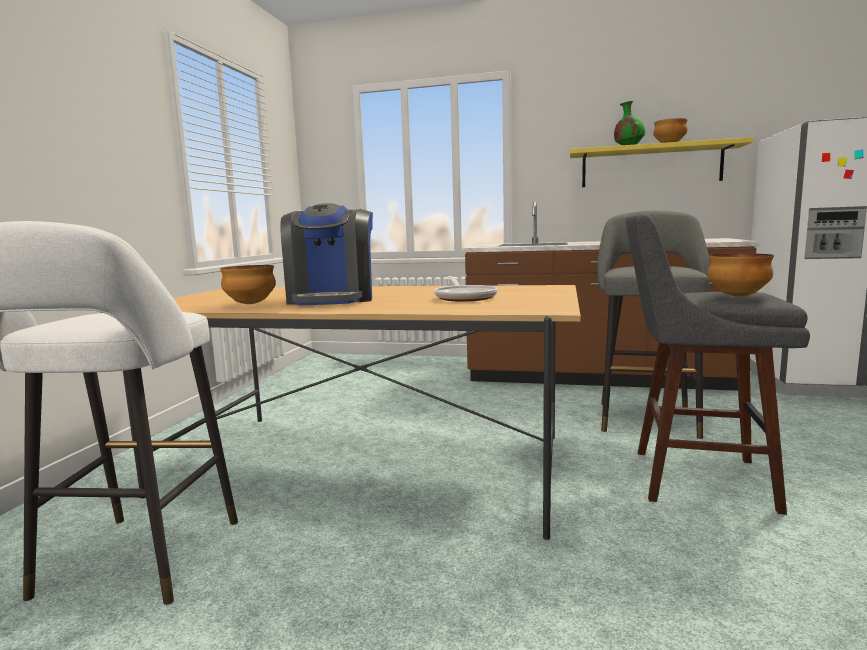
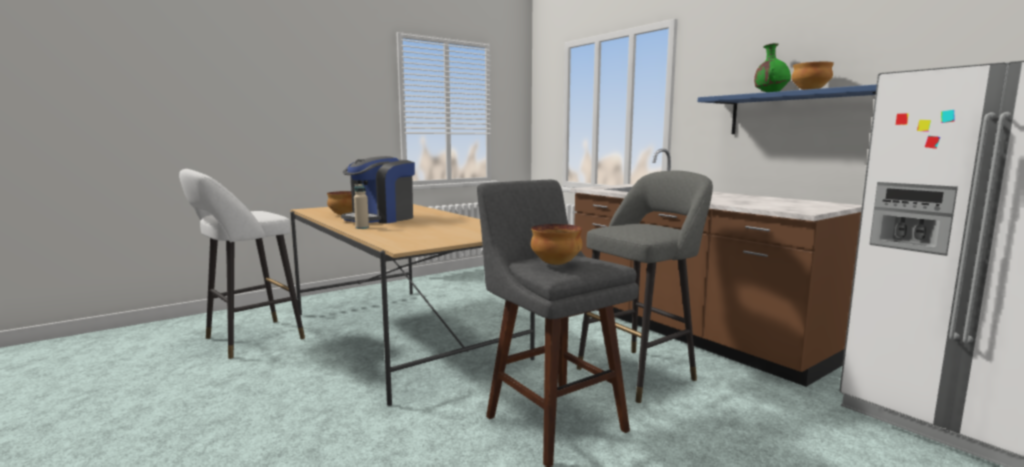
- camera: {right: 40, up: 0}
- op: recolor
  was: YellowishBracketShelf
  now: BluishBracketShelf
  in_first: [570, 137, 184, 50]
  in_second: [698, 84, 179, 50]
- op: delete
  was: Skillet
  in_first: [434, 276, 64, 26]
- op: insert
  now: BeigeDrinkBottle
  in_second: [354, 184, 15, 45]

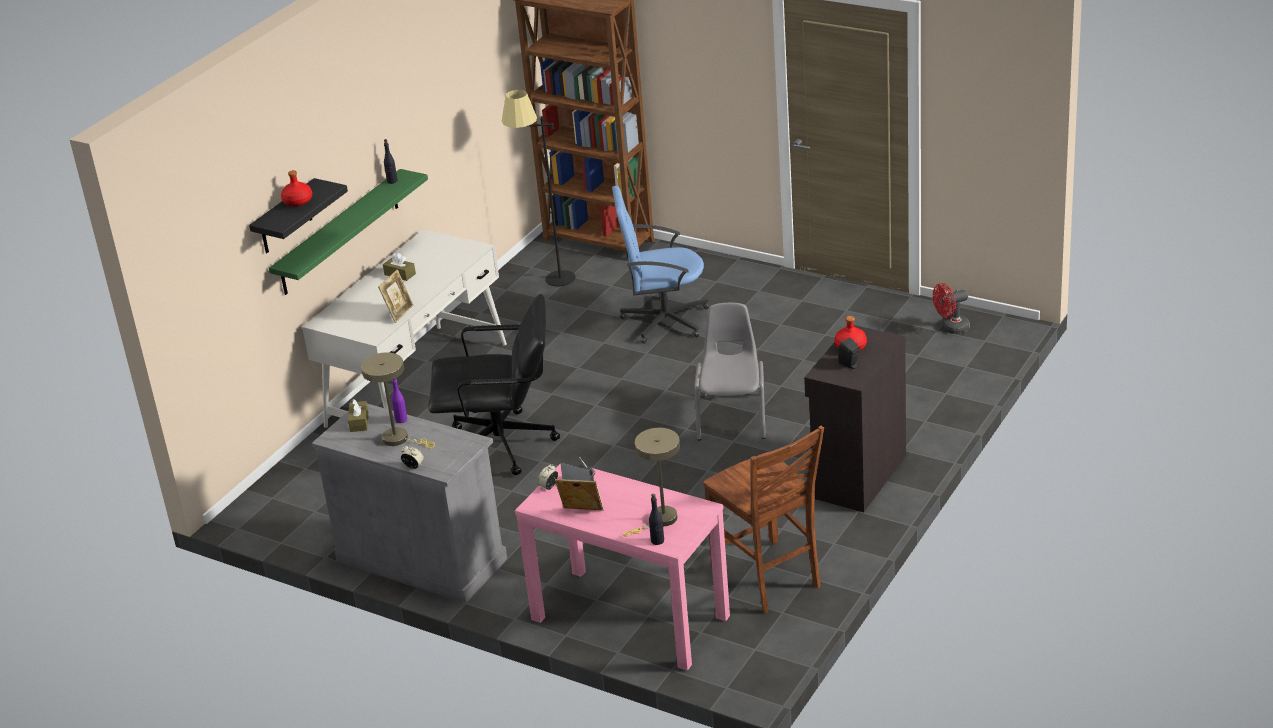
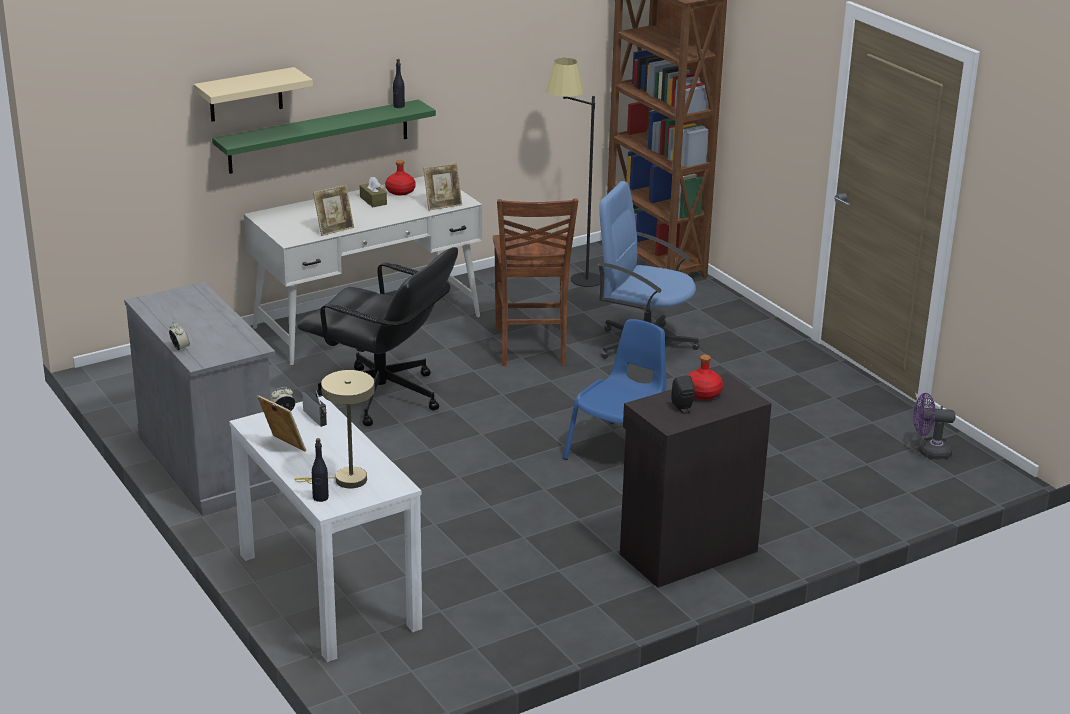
- camera: {right: 25, up: -5}
- op: move
  was: RedColouredDrinkBottle
  in_first: [281, 170, 31, 37]
  in_second: [385, 160, 31, 35]
- op: recolor
  was: BlackishBracketShelf
  now: BeigeBracketShelf
  in_first: [249, 178, 99, 75]
  in_second: [194, 67, 119, 54]
- op: recolor
  was: RedColouredFan
  now: PurplishFan
  in_first: [933, 283, 37, 51]
  in_second: [913, 393, 42, 67]
- op: recolor
  was: GreyChair
  now: BluishChair
  in_first: [695, 303, 71, 137]
  in_second: [563, 319, 104, 141]
- op: delete
  was: BeigeLampForATable
  in_first: [361, 353, 74, 96]
- op: delete
  was: PurplishDrinkBottle
  in_first: [392, 378, 15, 45]
- op: delete
  was: BrownishBoxOfTissues
  in_first: [348, 399, 21, 33]
- op: move
  was: BrownishChair
  in_first: [703, 426, 121, 187]
  in_second: [493, 198, 85, 168]
- op: recolor
  was: PinkishNarrowTable
  now: WhiteColouredNarrowTable
  in_first: [515, 463, 215, 208]
  in_second: [229, 396, 193, 266]
- op: insert
  now: PhotoFrame
  in_second: [423, 163, 39, 48]

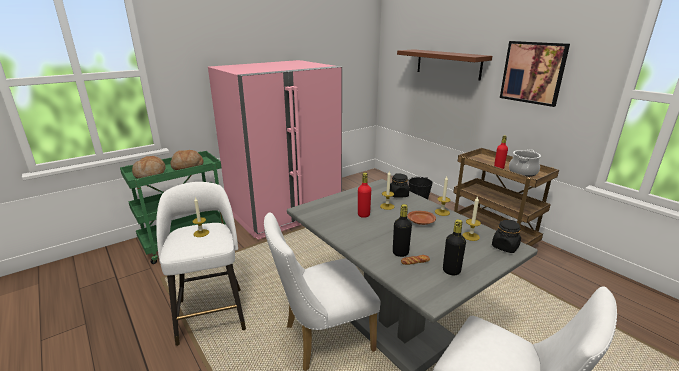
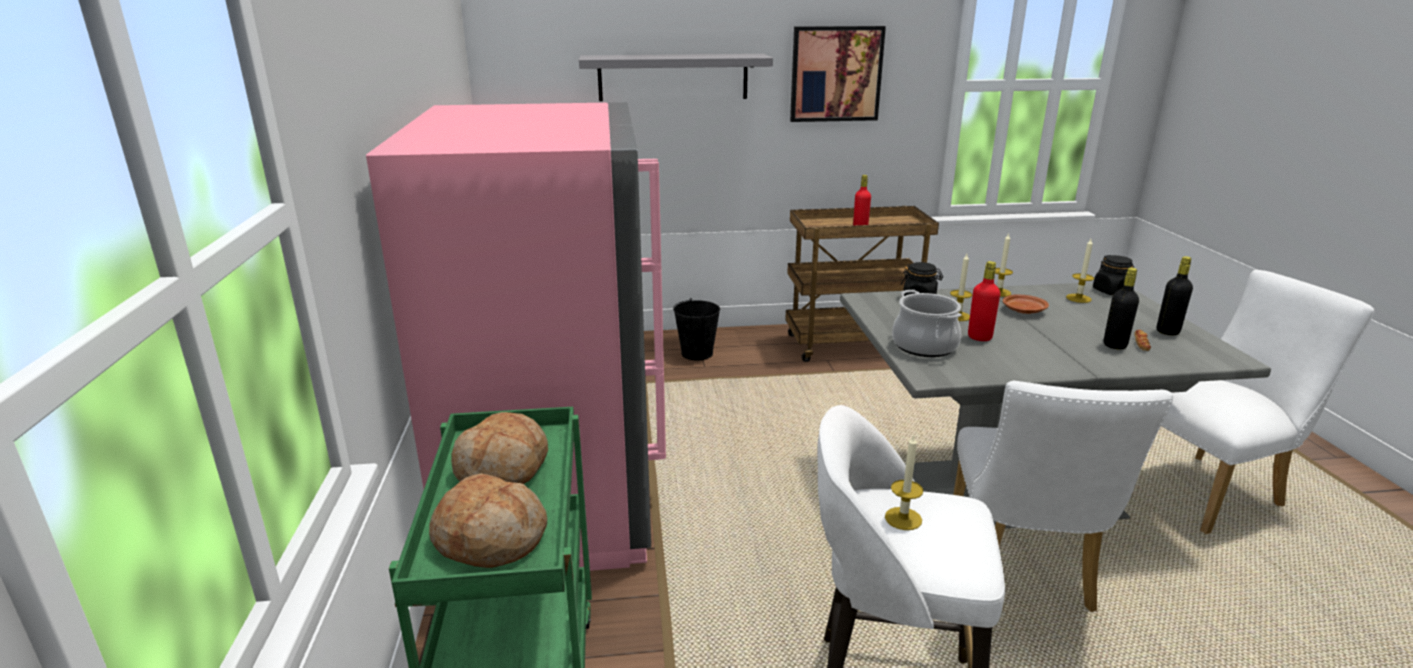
- camera: {right: -60, up: 0}
- op: recolor
  was: BrownishBracketShelf
  now: GreyBracketShelf
  in_first: [397, 49, 95, 32]
  in_second: [579, 54, 194, 47]
- op: move
  was: CookingPot
  in_first: [509, 149, 32, 28]
  in_second: [892, 290, 70, 67]

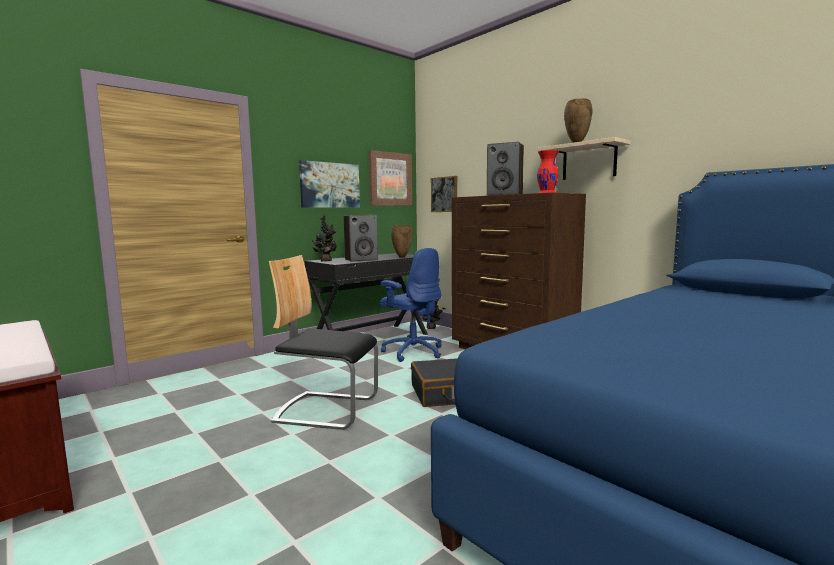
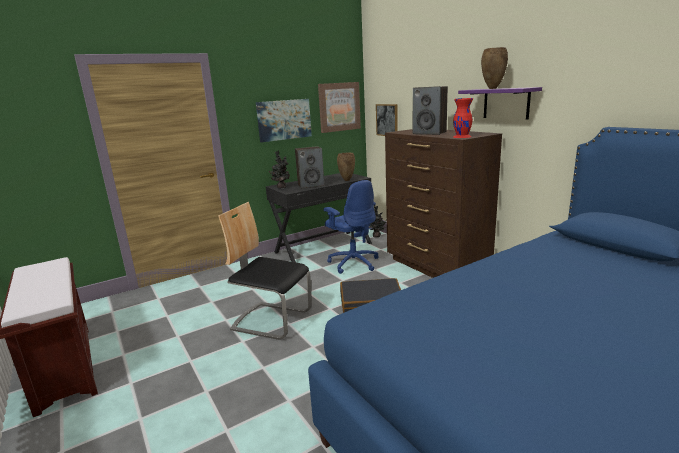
- camera: {right: 10, up: 10}
- op: recolor
  was: BeigeBracketShelf
  now: PurplishBracketShelf
  in_first: [538, 137, 92, 43]
  in_second: [458, 87, 84, 32]

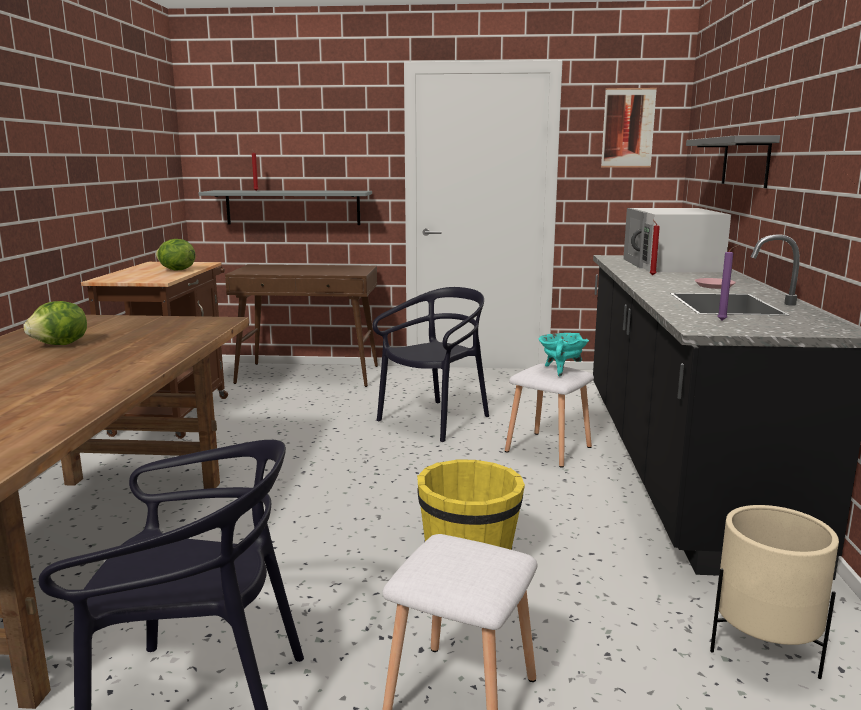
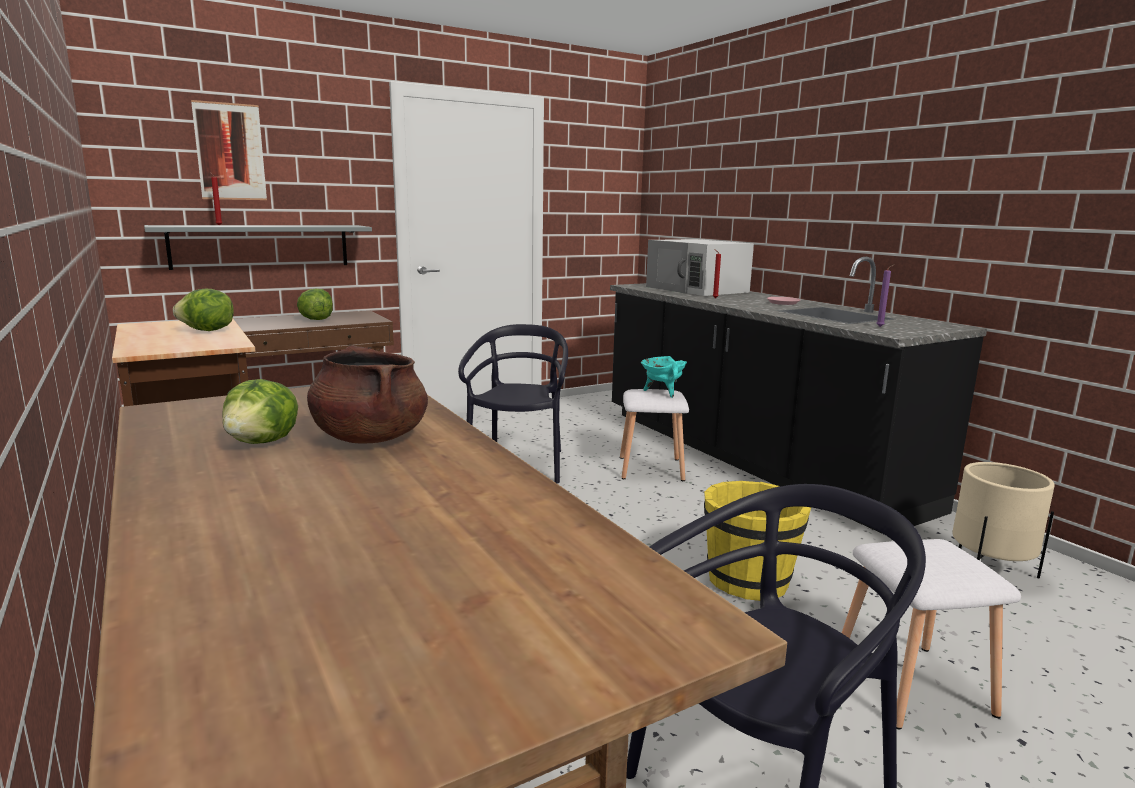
- camera: {right: -35, up: 0}
- op: move
  was: WallPicture
  in_first: [601, 88, 56, 79]
  in_second: [191, 100, 76, 100]
- op: delete
  was: GreyBracketShelf
  in_first: [686, 135, 94, 53]
- op: insert
  now: LettuceHead
  in_second: [297, 289, 36, 31]
- op: insert
  now: BrownishCookingPot
  in_second: [307, 345, 121, 99]

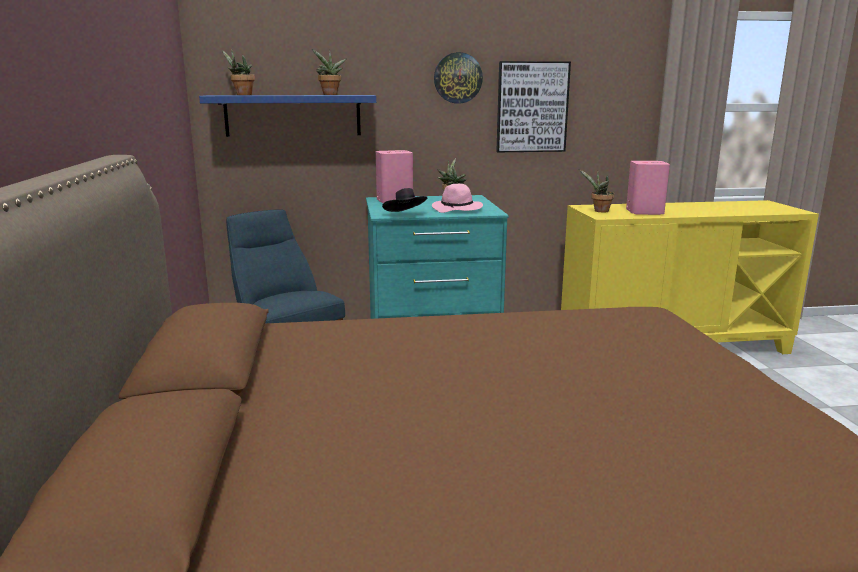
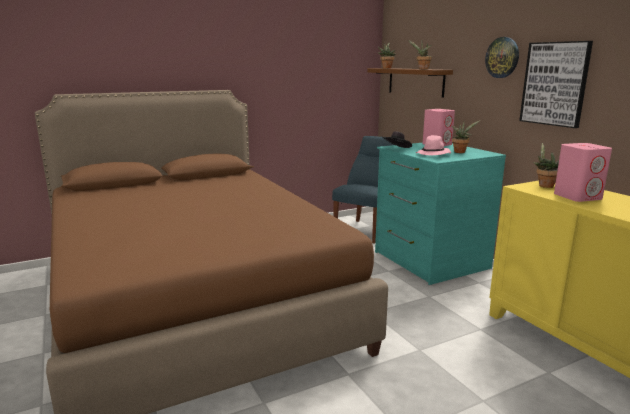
- camera: {right: 70, up: 0}
- op: recolor
  was: BluishBracketShelf
  now: BrownishBracketShelf
  in_first: [199, 95, 177, 42]
  in_second: [367, 68, 86, 30]

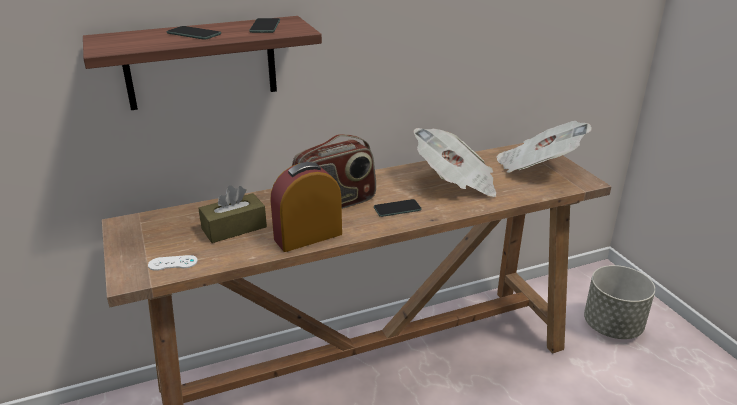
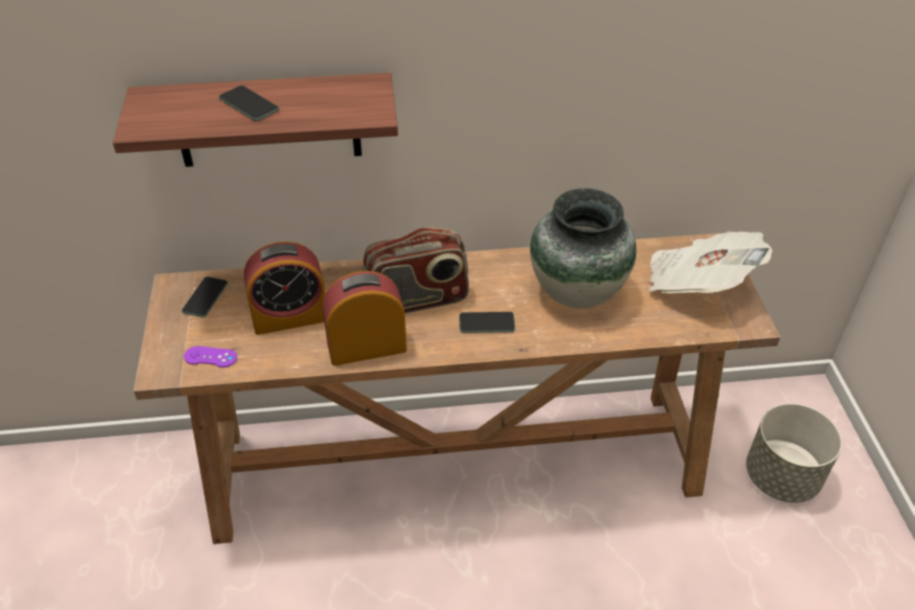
- camera: {right: 15, up: 15}
- op: move
  was: Phone
  in_first: [249, 18, 31, 15]
  in_second: [182, 277, 46, 40]
- op: replace
  was: DailyPaper
  now: DecorativeVase
  in_first: [414, 128, 82, 69]
  in_second: [530, 188, 106, 121]
- op: replace
  was: BrownishBoxOfTissues
  now: TableClock
  in_first: [198, 185, 69, 58]
  in_second: [244, 242, 81, 93]
- op: recolor
  was: WhiteColouredJoypad
  now: PurplishJoypad
  in_first: [148, 255, 50, 16]
  in_second: [184, 346, 53, 22]

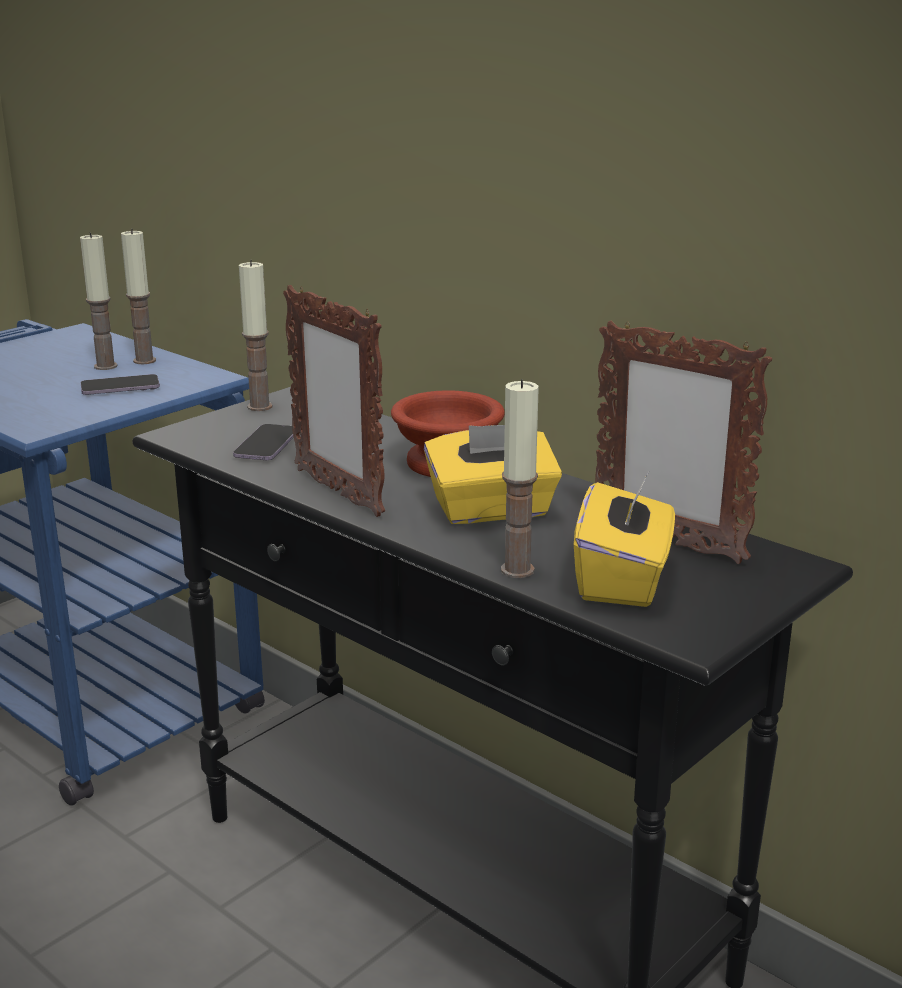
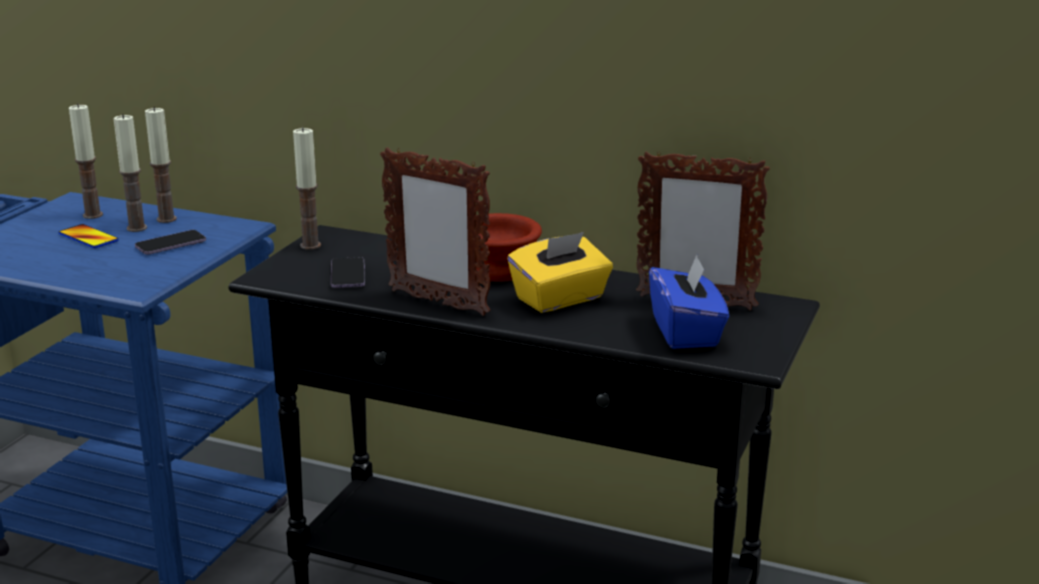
- camera: {right: -20, up: 0}
- op: move
  was: WaxLight
  in_first: [501, 379, 38, 199]
  in_second: [69, 103, 34, 116]
- op: recolor
  was: YellowishBoxOfTissues
  now: BluishBoxOfTissues
  in_first: [574, 472, 101, 135]
  in_second: [649, 255, 80, 94]
- op: insert
  now: Phone
  in_second: [59, 224, 60, 24]

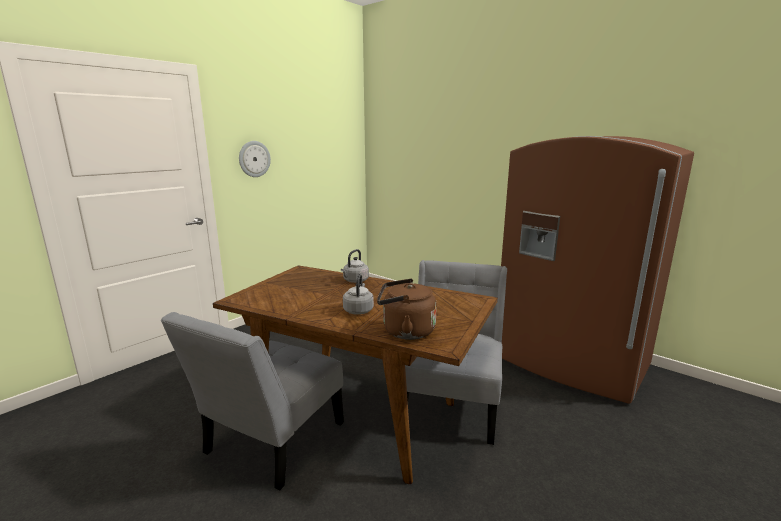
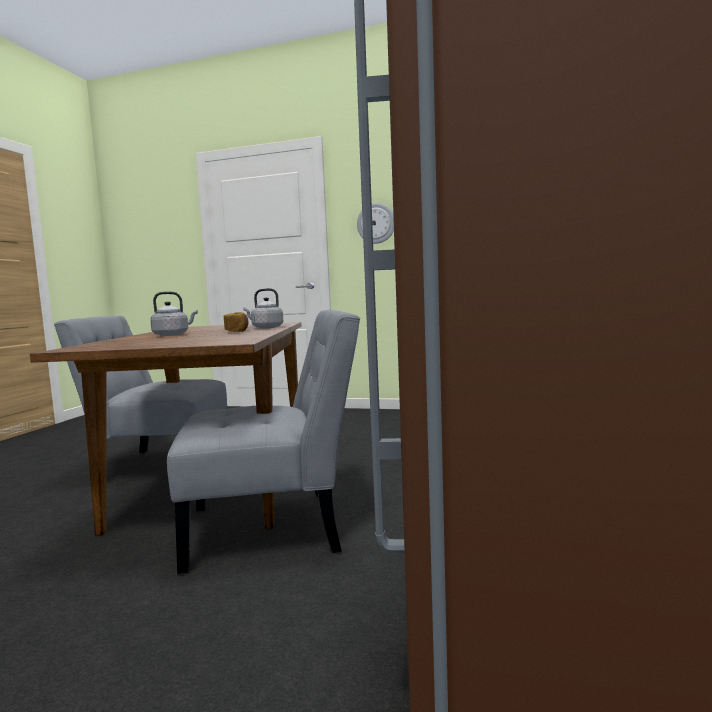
- camera: {right: 65, up: -10}
- op: delete
  was: BrownishWaterKettle
  in_first: [377, 279, 60, 61]
- op: insert
  now: BakeryBread
  in_second: [224, 312, 25, 20]

